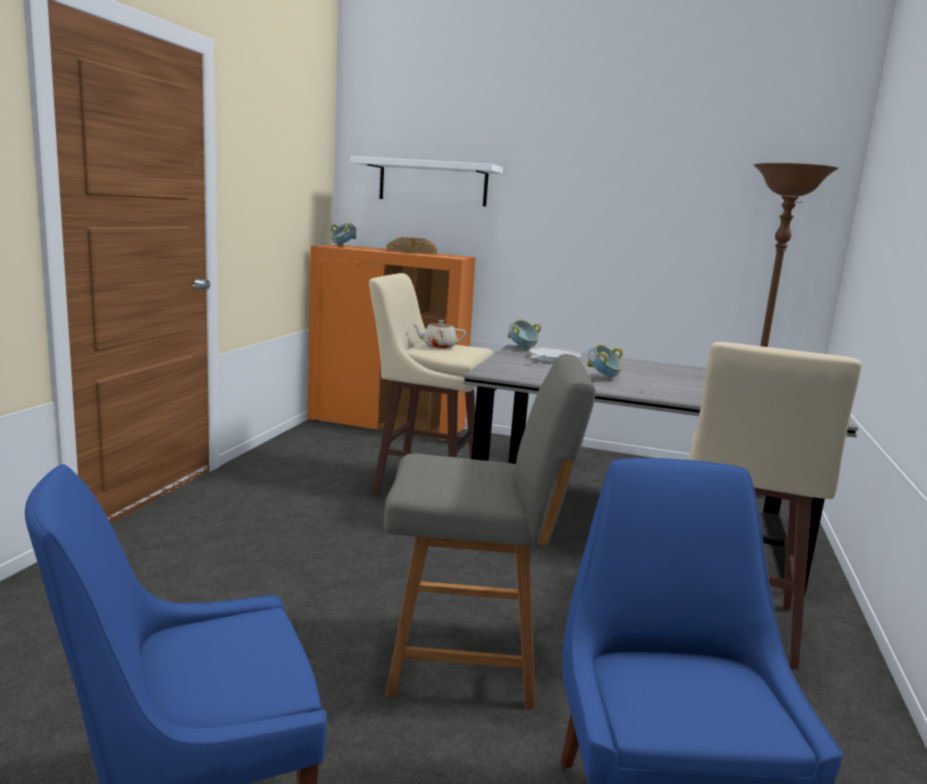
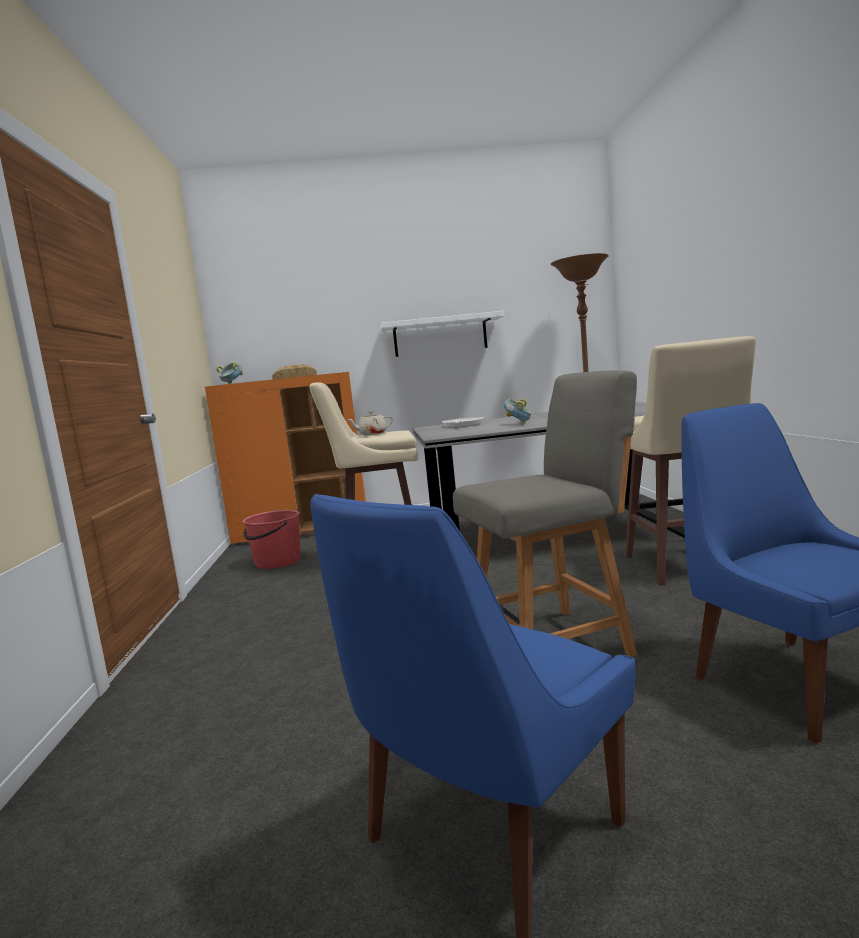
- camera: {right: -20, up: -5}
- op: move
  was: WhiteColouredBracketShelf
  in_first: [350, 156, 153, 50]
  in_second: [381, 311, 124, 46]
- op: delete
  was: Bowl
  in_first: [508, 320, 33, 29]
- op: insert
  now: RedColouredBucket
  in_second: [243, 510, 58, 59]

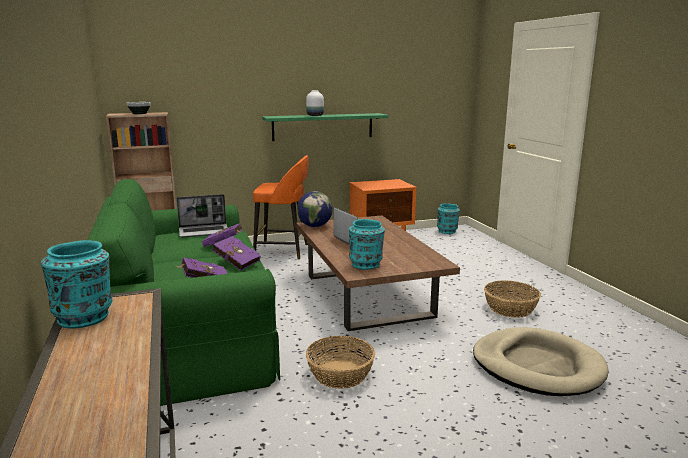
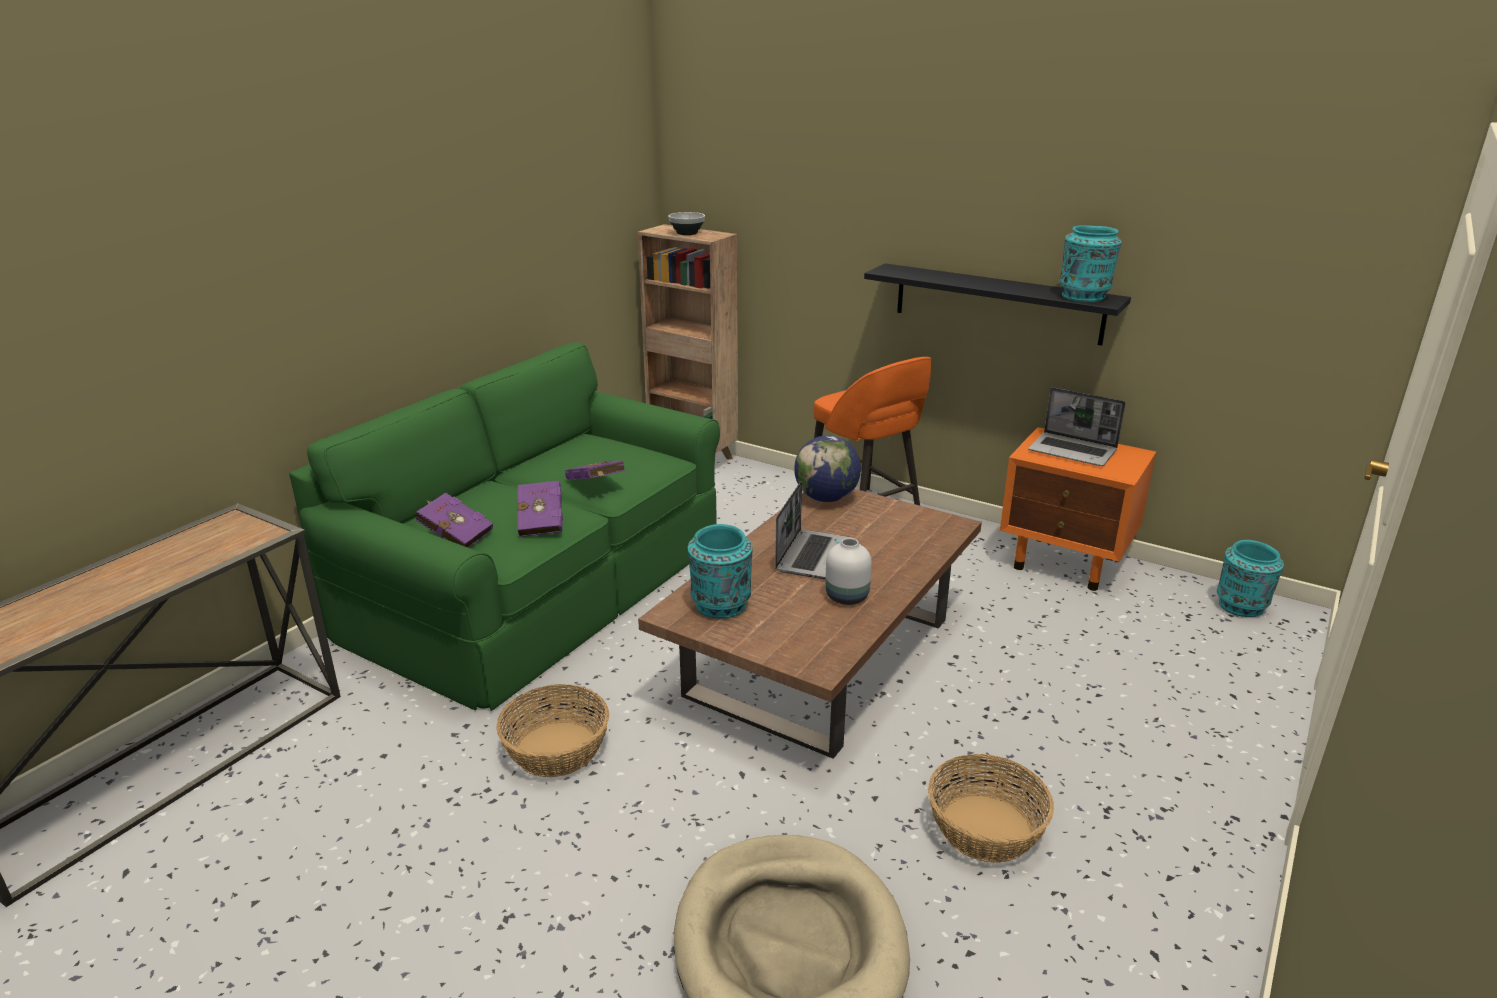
- camera: {right: 50, up: 10}
- op: move
  was: WhiteColouredDecorativeVase
  in_first: [306, 90, 18, 26]
  in_second: [825, 538, 47, 67]
- op: recolor
  was: GreenBracketShelf
  now: BlackishBracketShelf
  in_first: [262, 113, 127, 28]
  in_second: [864, 263, 267, 83]
- op: move
  was: Laptop
  in_first: [176, 194, 52, 44]
  in_second: [1028, 387, 98, 79]
- op: move
  was: TurquoiseDecorativeVase
  in_first: [41, 240, 72, 89]
  in_second: [1059, 225, 63, 77]

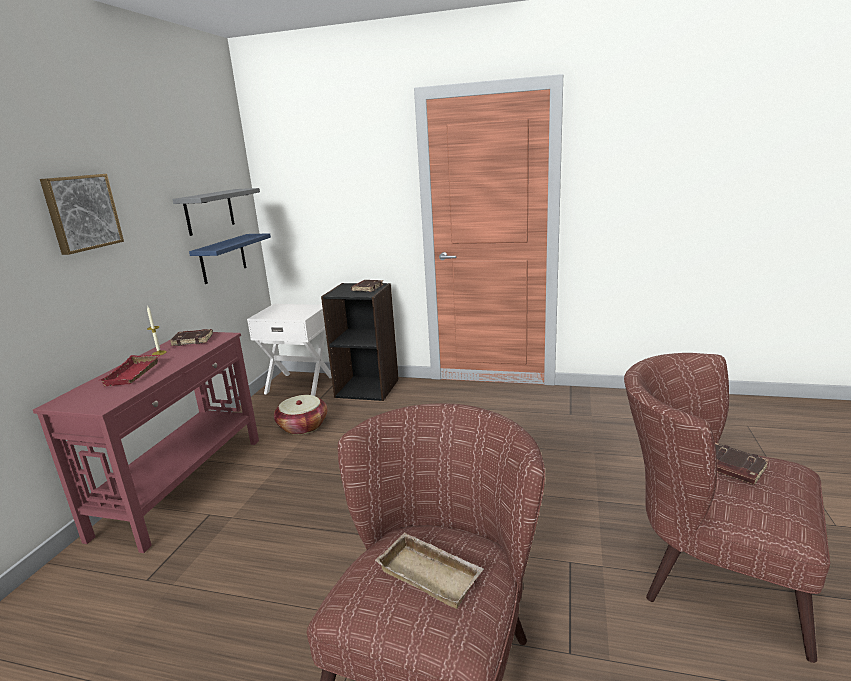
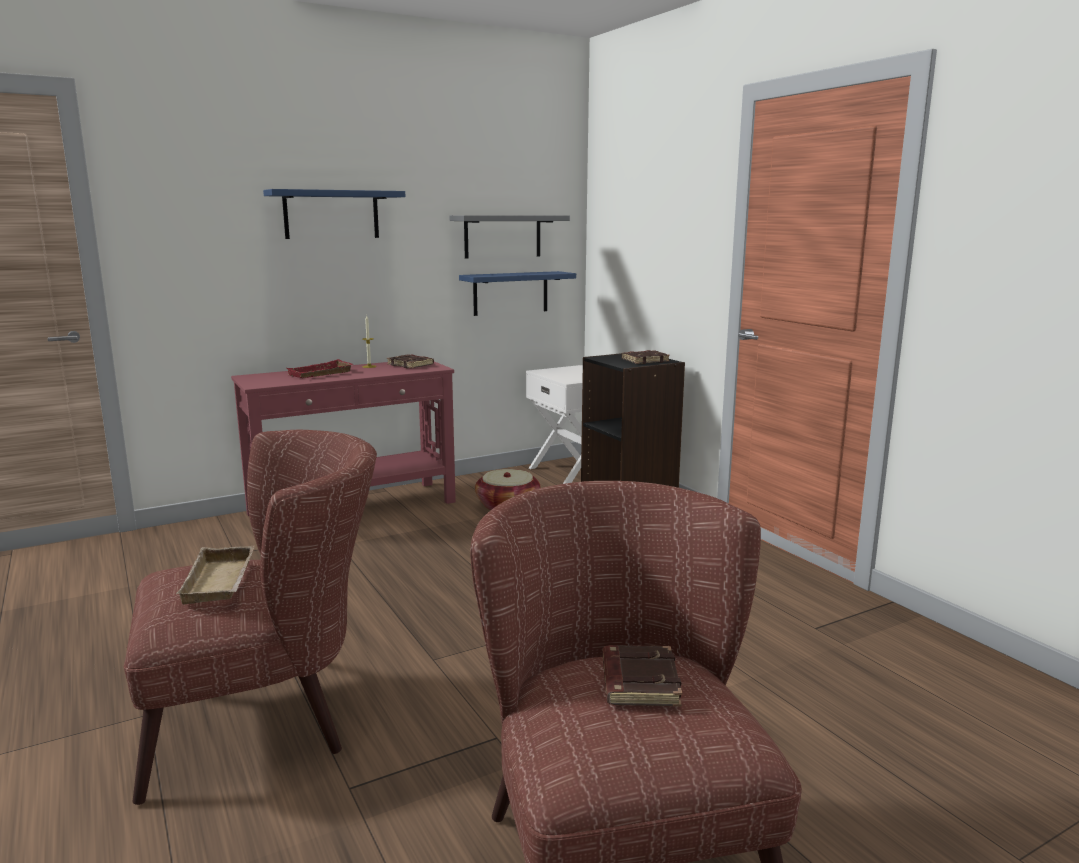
- camera: {right: 45, up: -5}
- op: replace
  was: WallPicture
  now: BluishBracketShelf
  in_first: [40, 174, 84, 81]
  in_second: [263, 189, 142, 50]

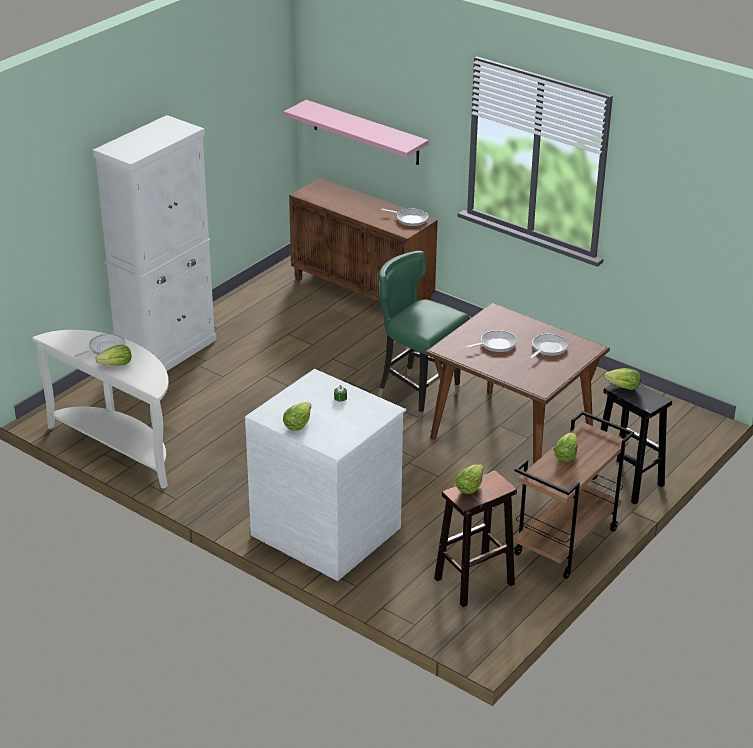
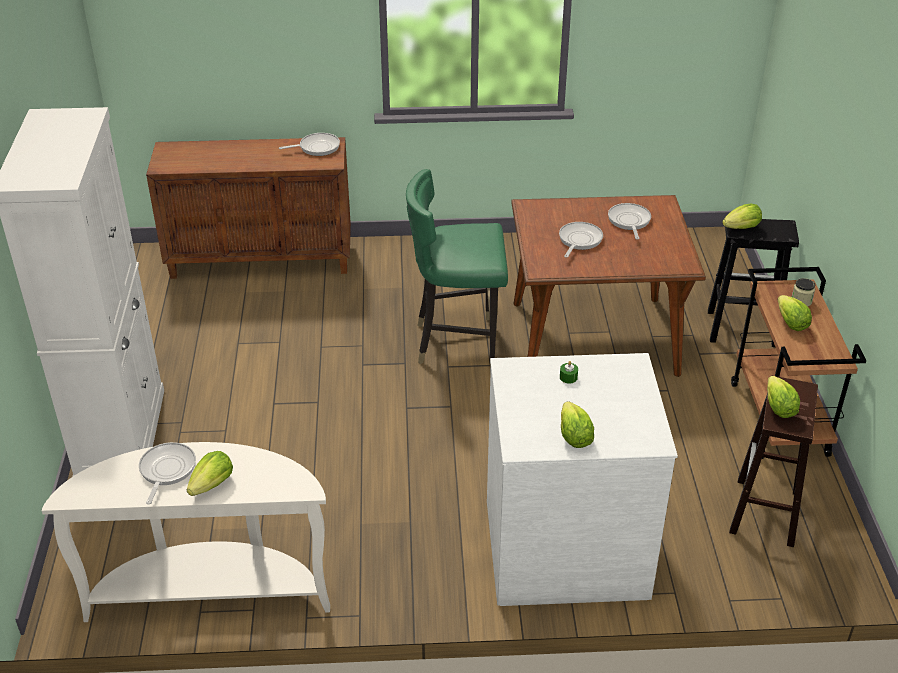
- camera: {right: -40, up: 5}
- op: delete
  was: PinkishBracketShelf
  in_first: [283, 100, 146, 65]
- op: insert
  now: StorageJar
  in_second: [792, 278, 23, 28]

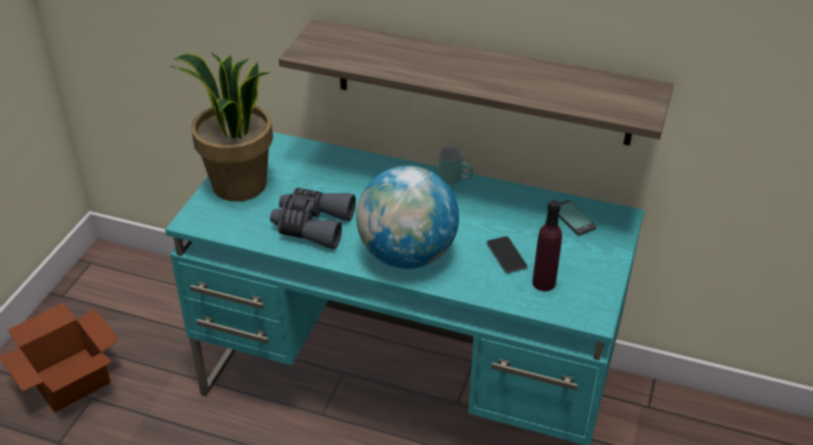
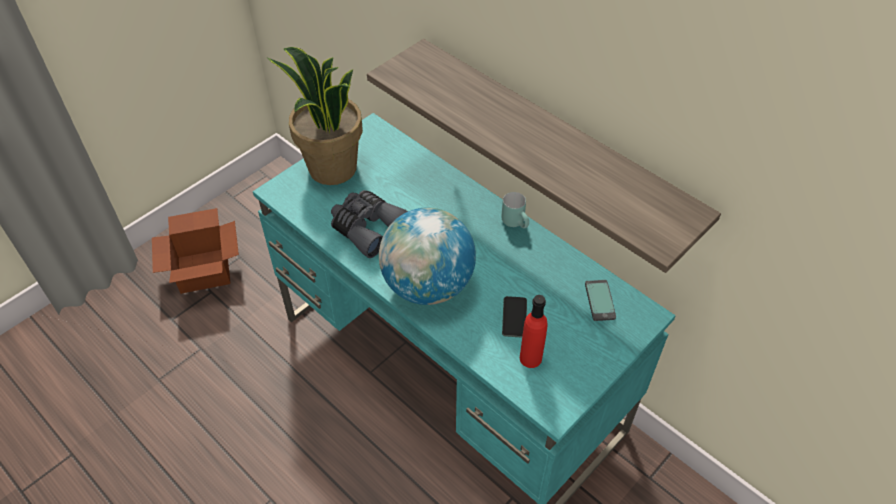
- camera: {right: 25, up: 10}
- op: recolor
  was: PurplishDrinkBottle
  now: RedColouredDrinkBottle
  in_first: [532, 200, 30, 91]
  in_second: [520, 295, 28, 73]

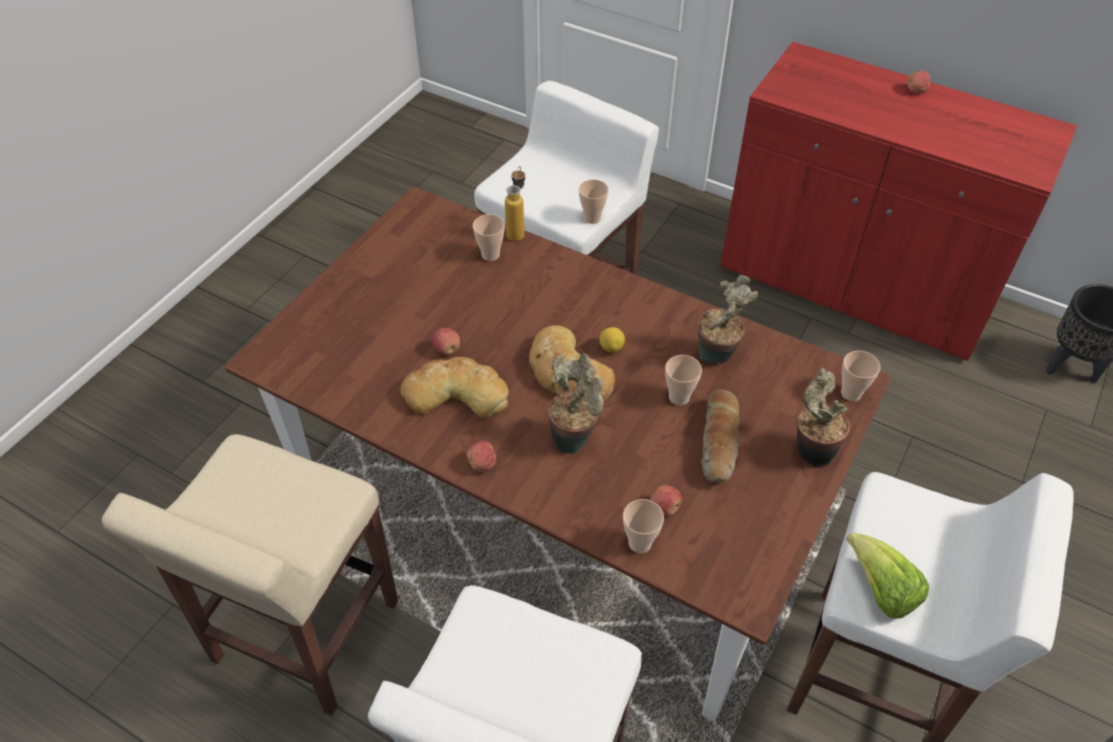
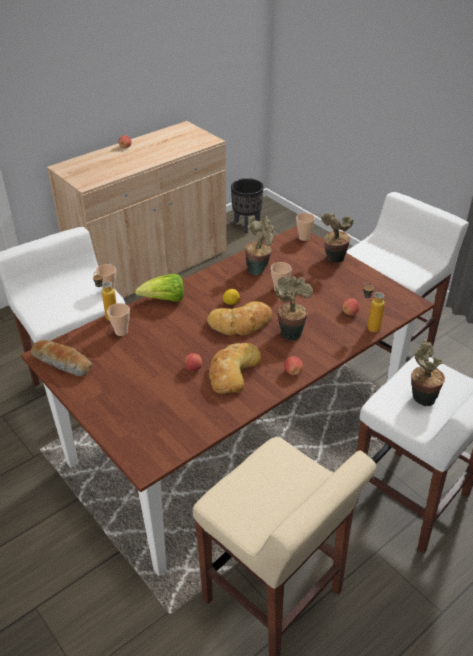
- camera: {right: -70, up: -10}
- op: recolor
  was: RedColouredCabinet
  now: BeigeCabinet
  in_first: [720, 42, 357, 319]
  in_second: [47, 121, 180, 177]
- op: move
  was: BakeryBread
  in_first: [701, 389, 40, 94]
  in_second: [31, 340, 61, 36]
- op: replace
  was: DrinkingCup
  now: DrinkBottle
  in_first: [623, 499, 41, 54]
  in_second: [363, 282, 22, 50]
- op: move
  was: LettuceHead
  in_first: [847, 533, 82, 86]
  in_second: [135, 274, 49, 28]
- op: insert
  now: PottedPlant
  in_second: [411, 339, 34, 67]

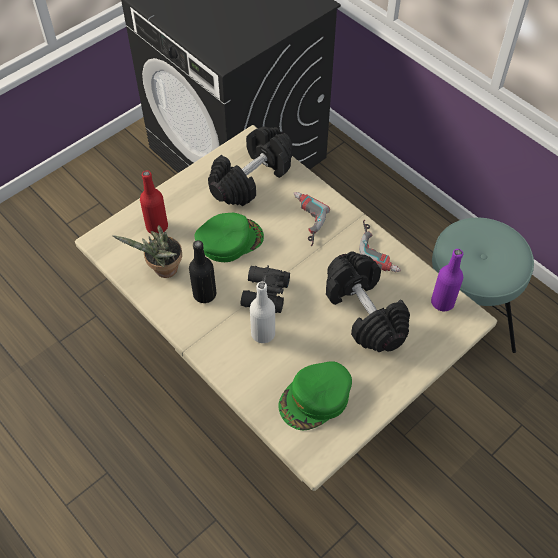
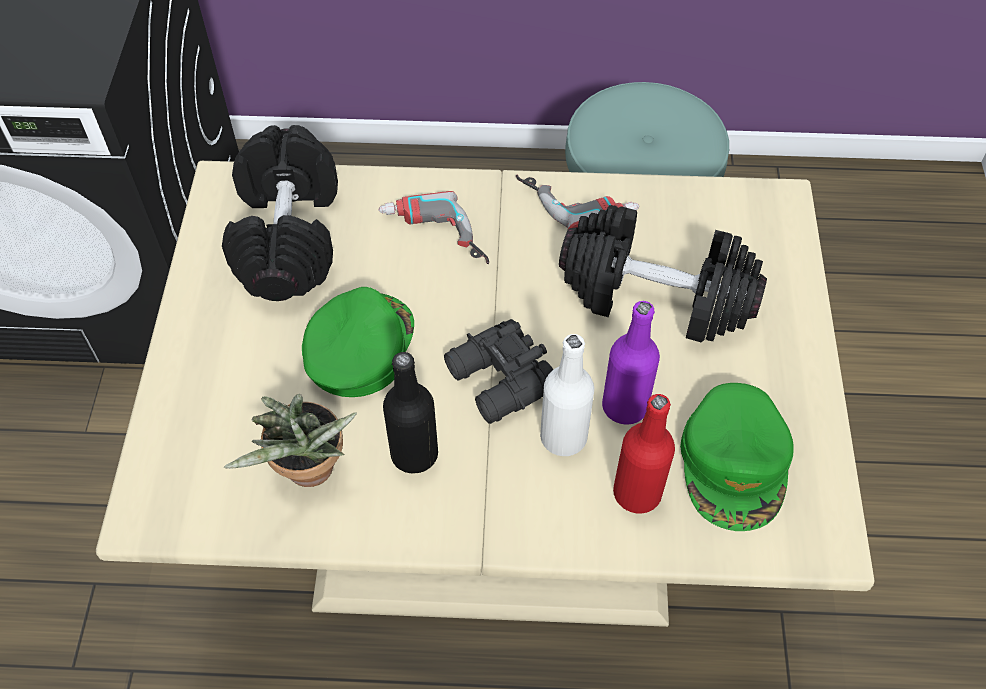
- camera: {right: -45, up: 0}
- op: move
  was: RedColouredDrinkBottle
  in_first: [140, 170, 28, 63]
  in_second: [613, 394, 62, 120]
- op: move
  was: PurplishDrinkBottle
  in_first: [431, 249, 32, 62]
  in_second: [602, 301, 58, 124]

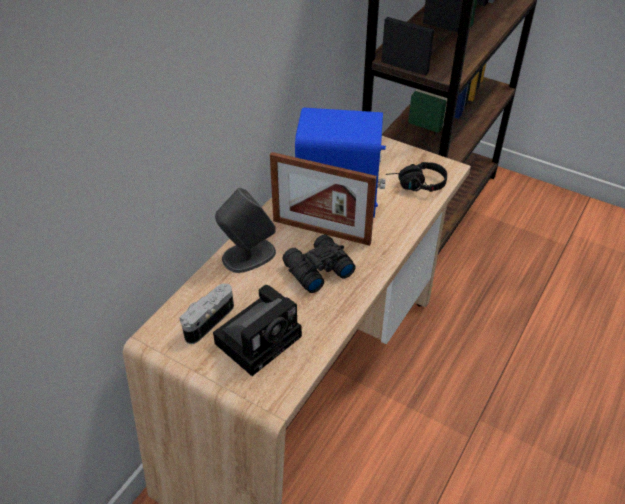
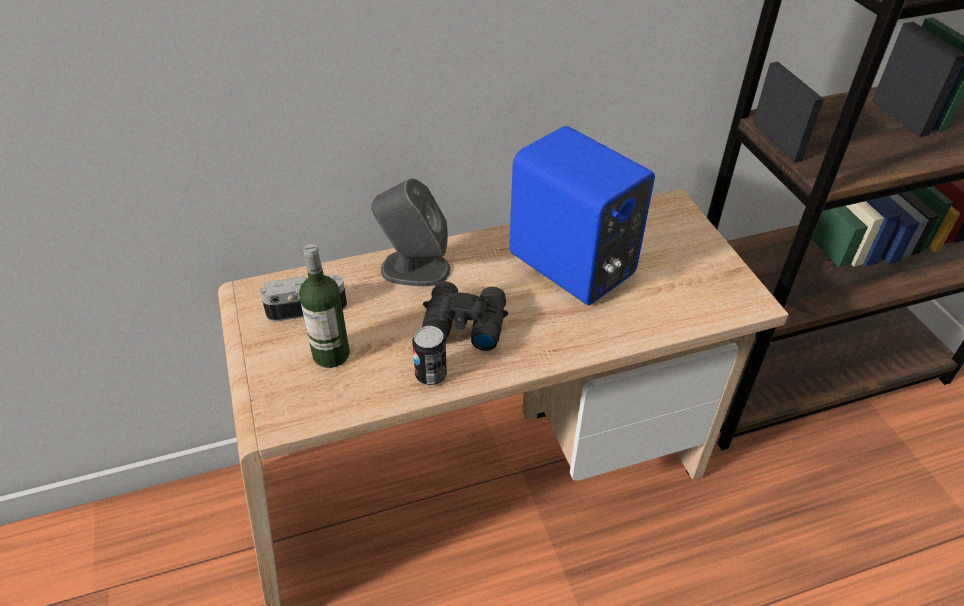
- camera: {right: 40, up: 0}
- op: delete
  was: PhotoFrame
  in_first: [270, 152, 107, 94]
- op: delete
  was: BlackishPairOfHeadphones
  in_first: [386, 162, 61, 30]
- op: replace
  was: StillCamera
  now: DrinkBottle
  in_first: [213, 285, 89, 91]
  in_second: [299, 244, 51, 124]
- op: insert
  now: SealedCan
  in_second: [412, 326, 35, 60]

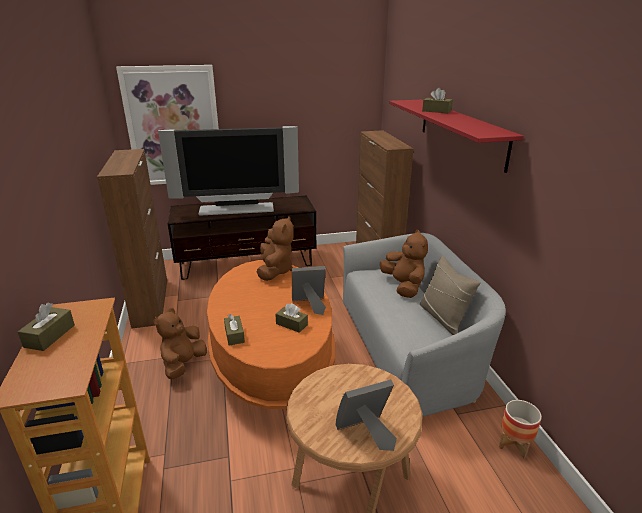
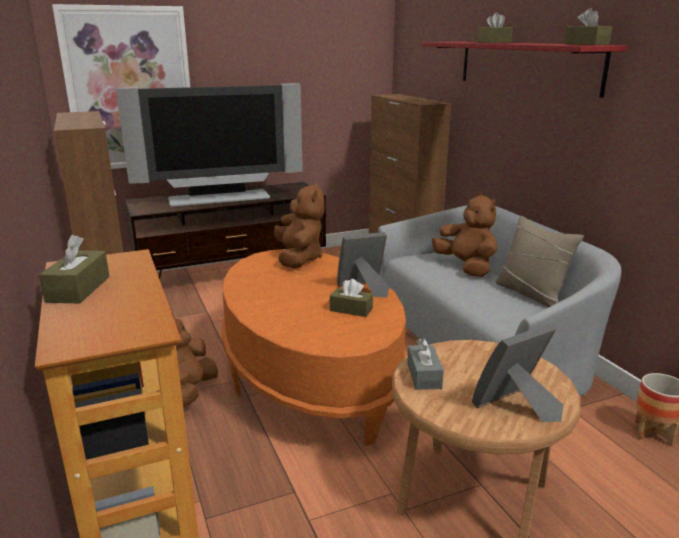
- camera: {right: -10, up: -5}
- op: move
  was: BrownishBoxOfTissues
  in_first: [224, 314, 21, 32]
  in_second: [565, 8, 48, 37]
- op: insert
  now: GreyBoxOfTissues
  in_second: [407, 338, 37, 52]

